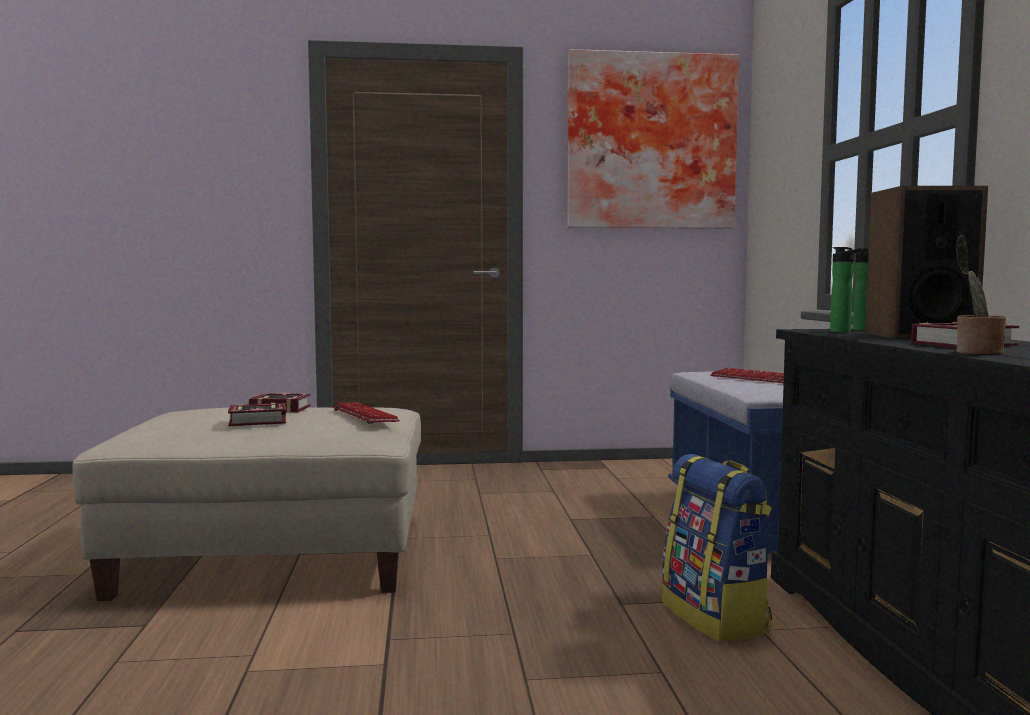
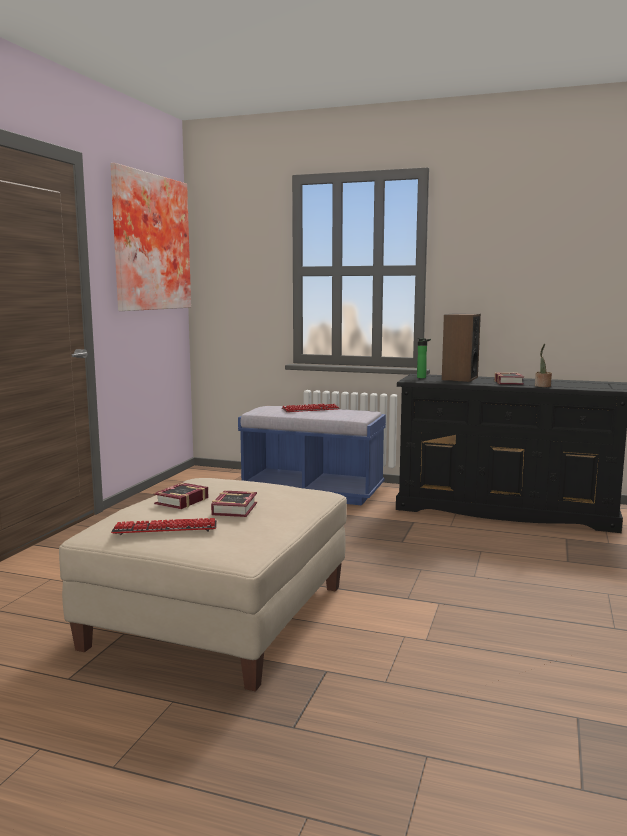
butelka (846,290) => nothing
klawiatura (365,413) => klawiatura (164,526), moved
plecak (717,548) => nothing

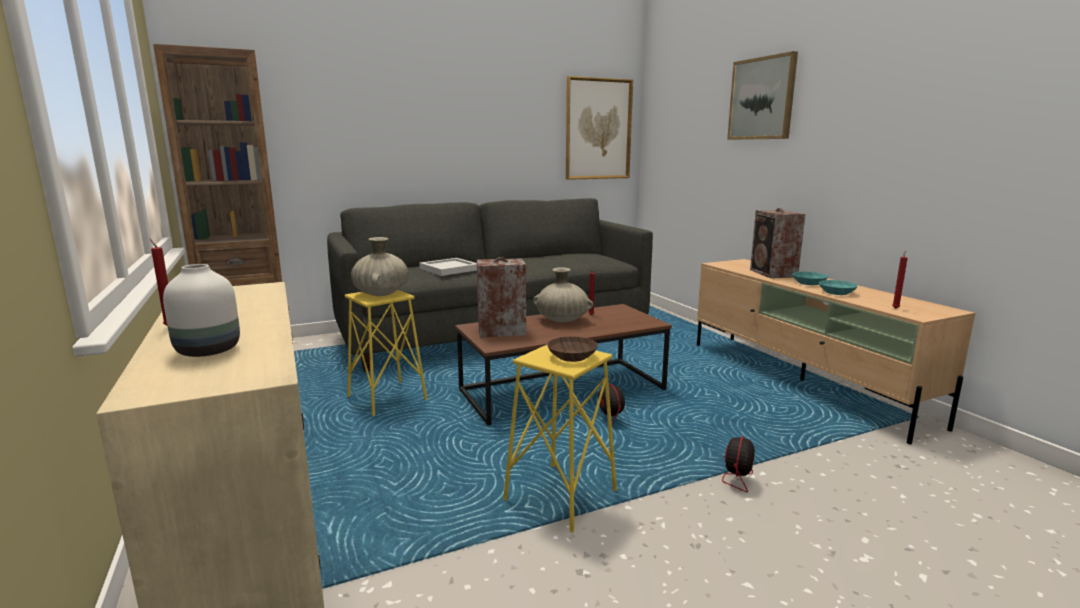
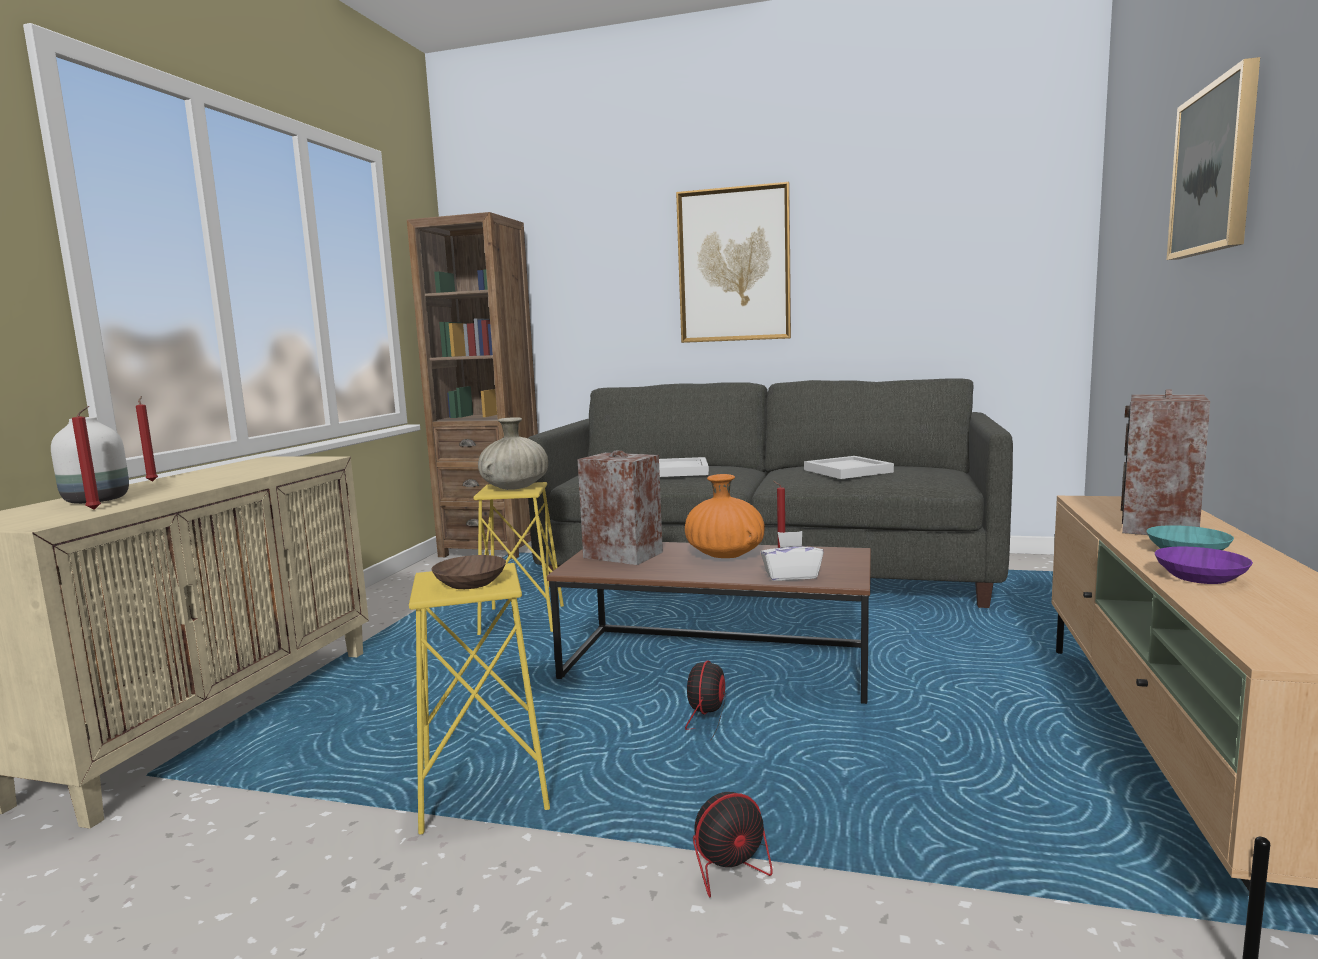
obraz (599,128) => obraz (733,262), moved
świeca/czerwony (899,280) => świeca/czerwony (86,458), moved
wazon/beżowy (563,294) => wazon/pomarańczowy (725,516)
miska/turkusowy (838,287) => miska/fioletowy (1204,565)
nothing => taca/biały (849,467)
nothing => pudełko chusteczek/biały (792,556)

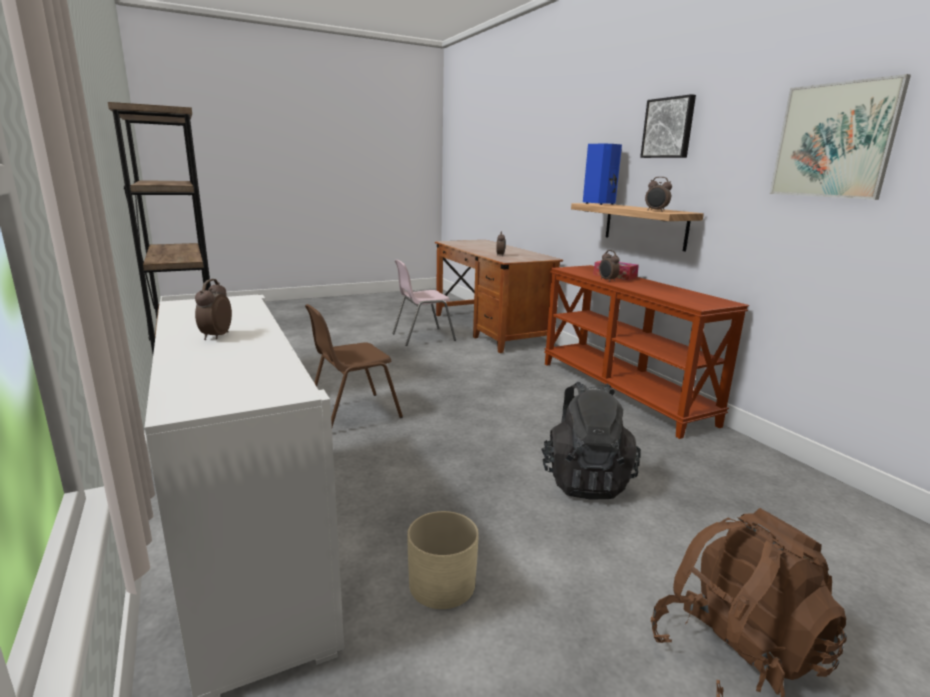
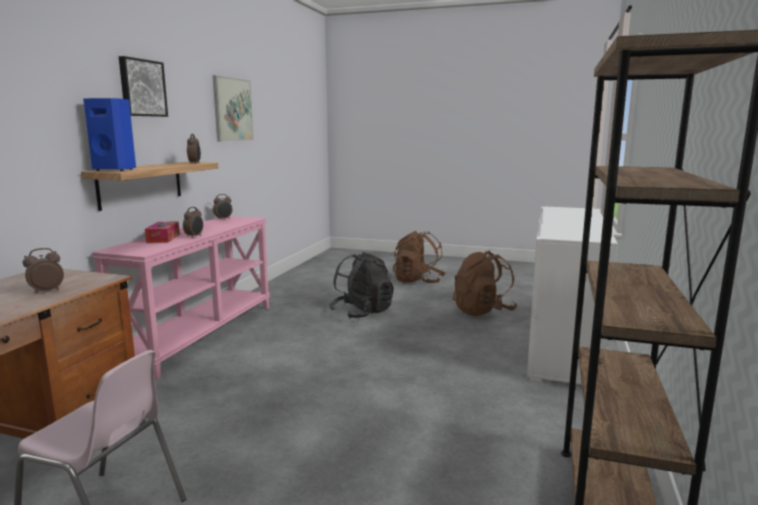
stolik konsolowy/brązowy (646,352) => stolik konsolowy/różowy (180,298)
budzik (213,309) => budzik (222,207), moved
krzesło/brązowy (354,365) => nothing
donica/beżowy (443,560) => plecak/brązowy (485,283)

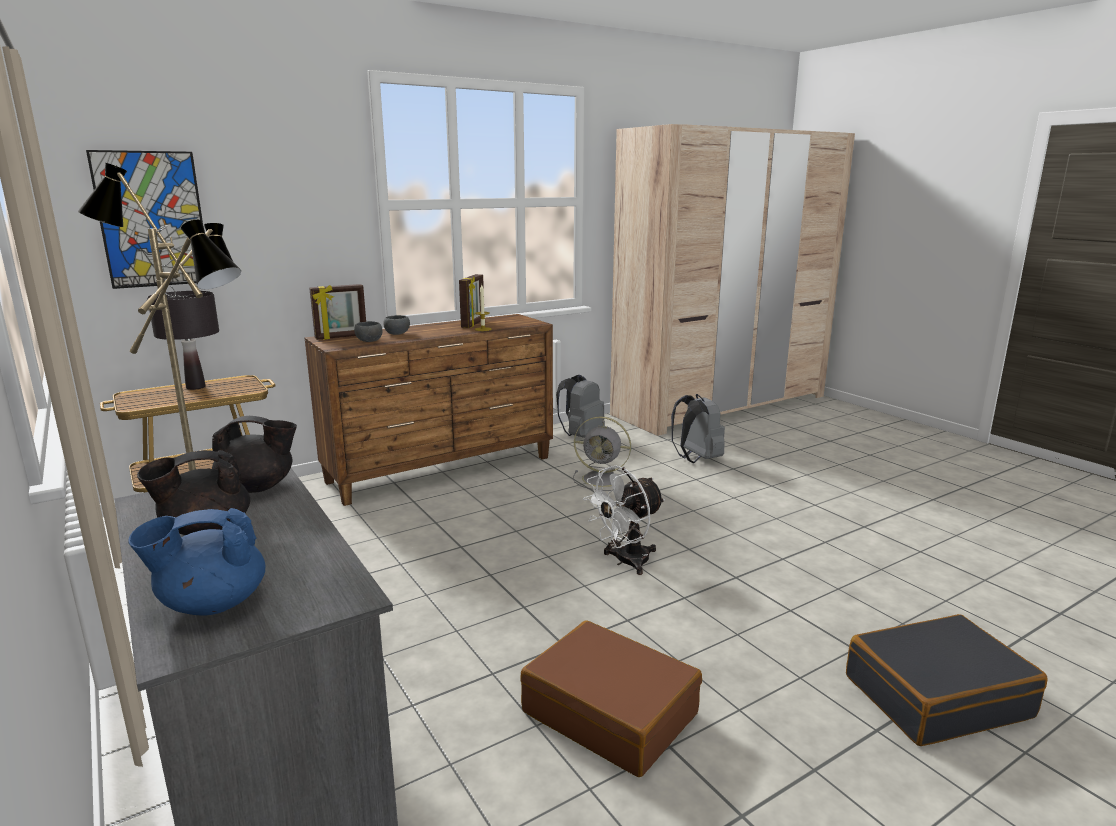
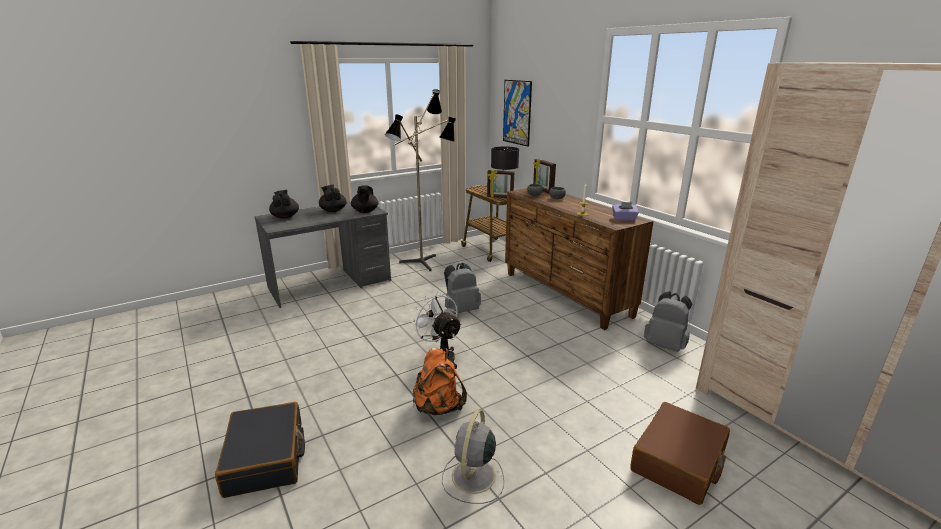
ramka na zdjęcie (471,301) => ramka na zdjęcie (500,184), moved
plecak/szary (698,428) => plecak/szary (462,288), moved
wentylator/szary (602,453) => wentylator/szary (473,457), moved
imbryk/niebieski (196,562) => imbryk/czarny (284,204)
walizka/brązowy (611,698) => walizka/brązowy (680,453), moved
nothing => pudełko chusteczek/fioletowy (625,211)
nothing => plecak/pomarańczowy (440,381)

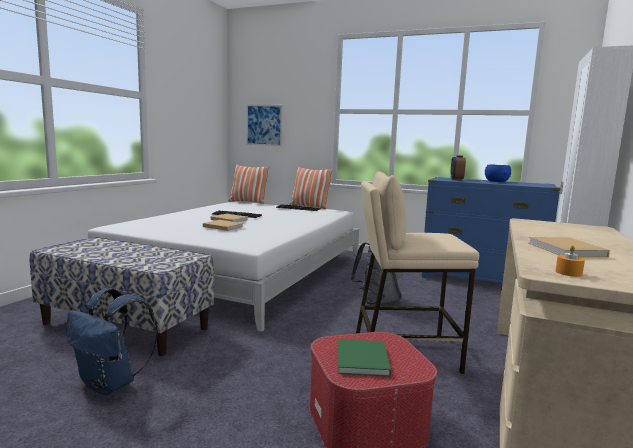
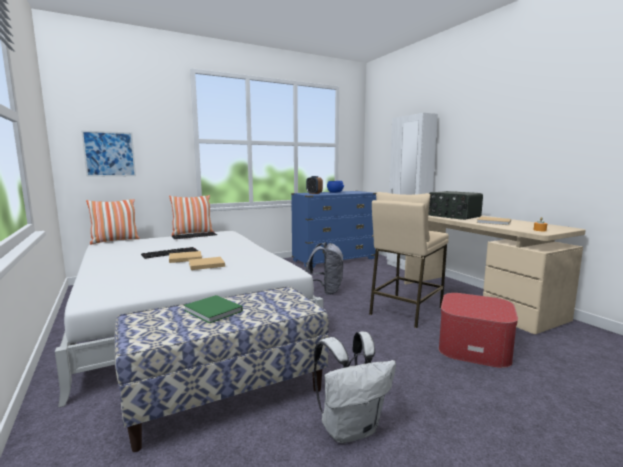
plecak/niebieski (112,341) => plecak/biały (355,387)
książka/zielony (364,358) => książka/zielony (213,309), moved
nothing => radio (455,205)

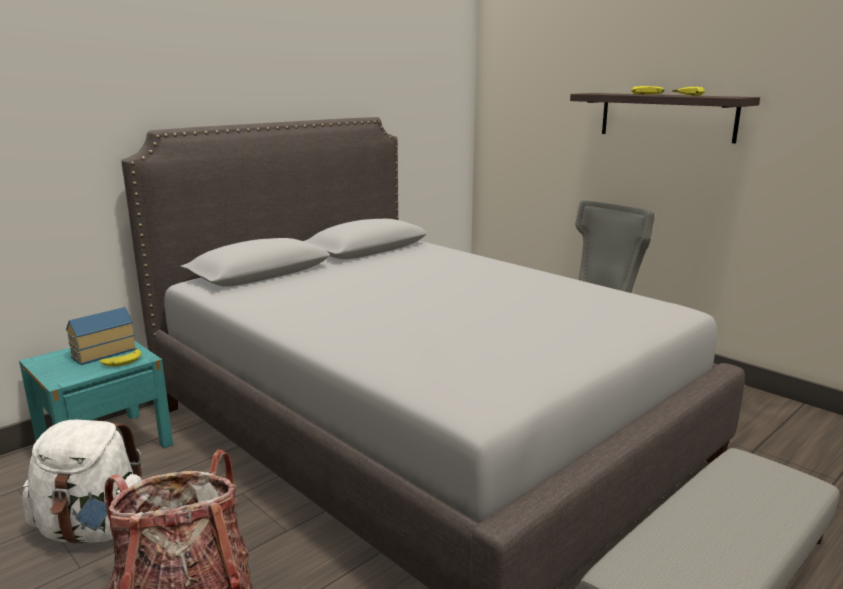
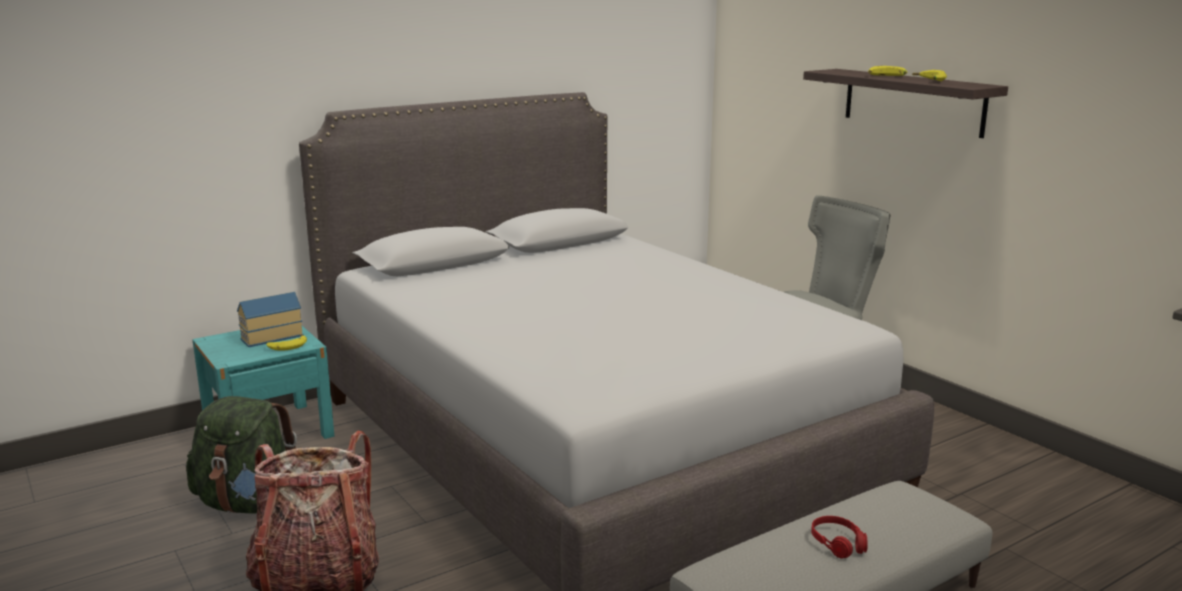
plecak/biały (82,482) => plecak/zielony (241,455)
nothing => słuchawki/czerwony (839,537)

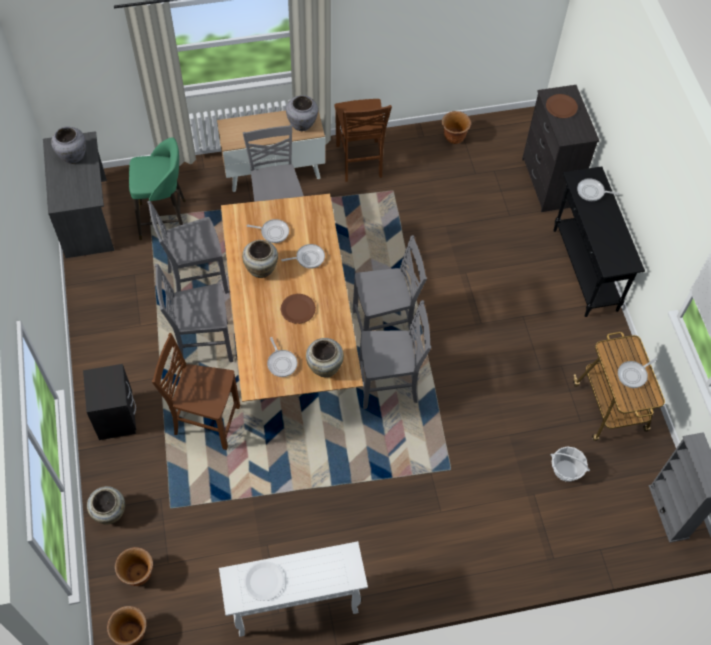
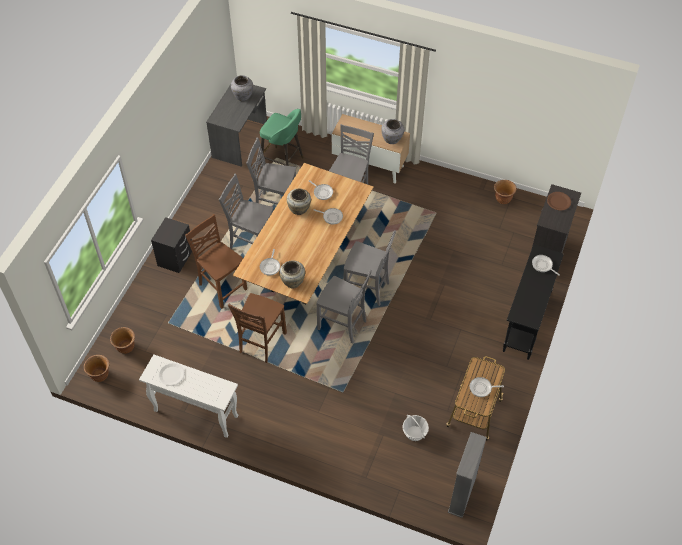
krzesło/brązowy (363,140) => krzesło/brązowy (257,328), moved
talerz/brązowy (298,309) => nothing
wazon/beżowy (106,505) => nothing

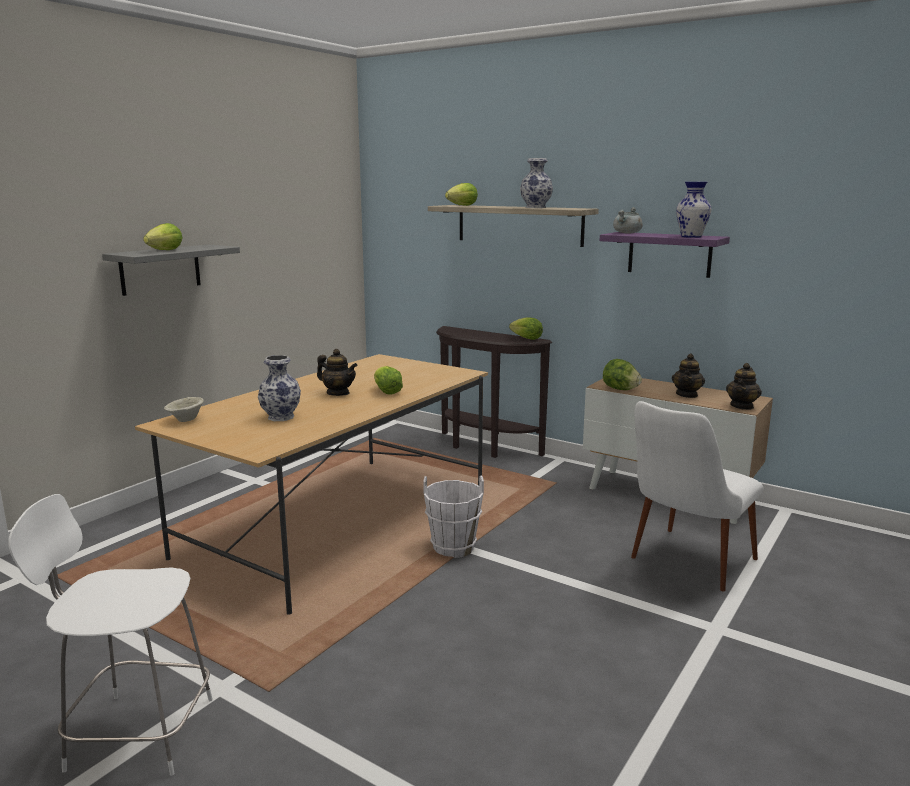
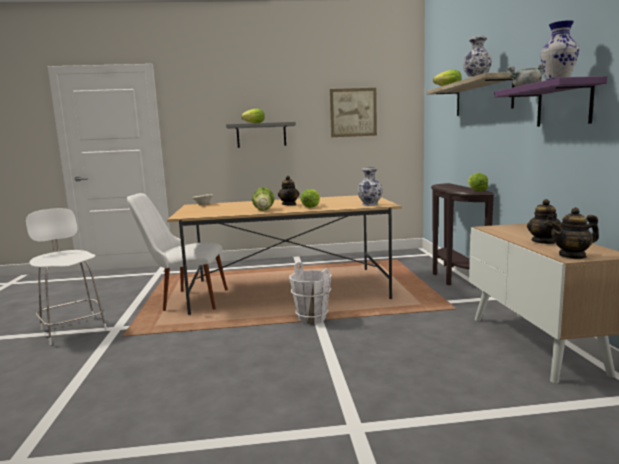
imbryk (688,375) => imbryk (544,221), 60 degrees counterclockwise
wazon (279,388) => wazon (370,186), moved
sałata (622,374) => sałata (263,199), moved
krzesło/biały (697,496) => krzesło/biały (177,252), moved
nothing => obraz (353,112)

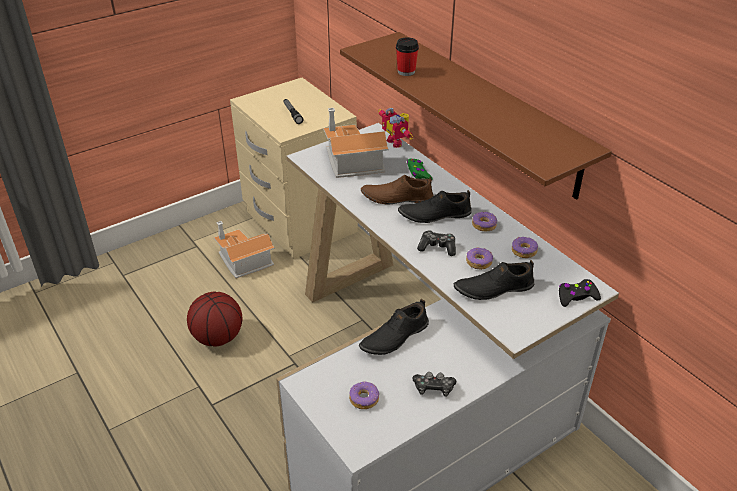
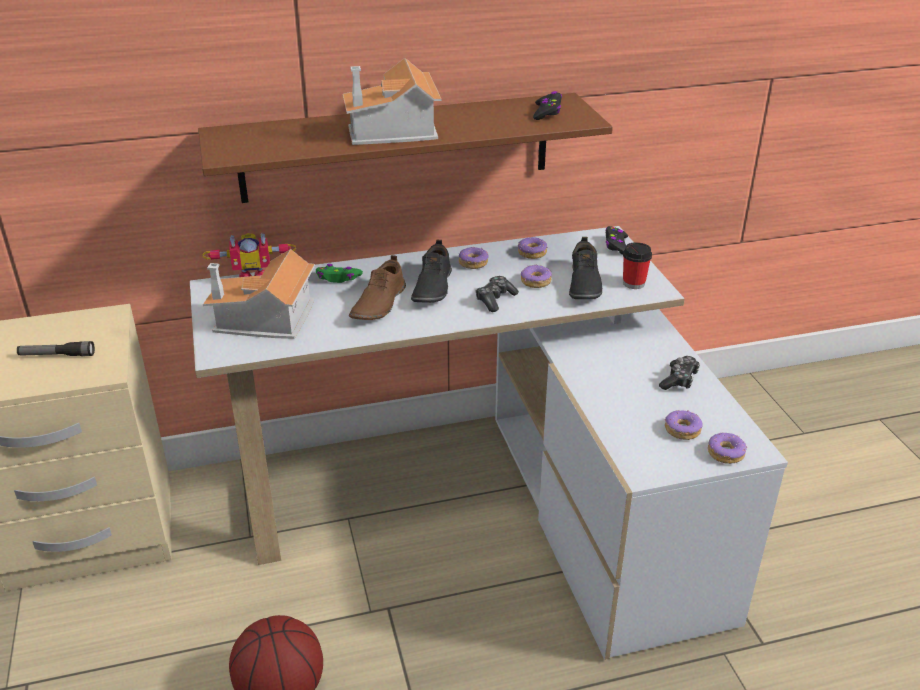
filiżanka (407,56) => filiżanka (637,265), moved
domek (244,249) => domek (392,101), moved
but/czarny (394,327) => nothing
nothing => pad do gier/czarny (547,105)
nothing => donut (727,448)

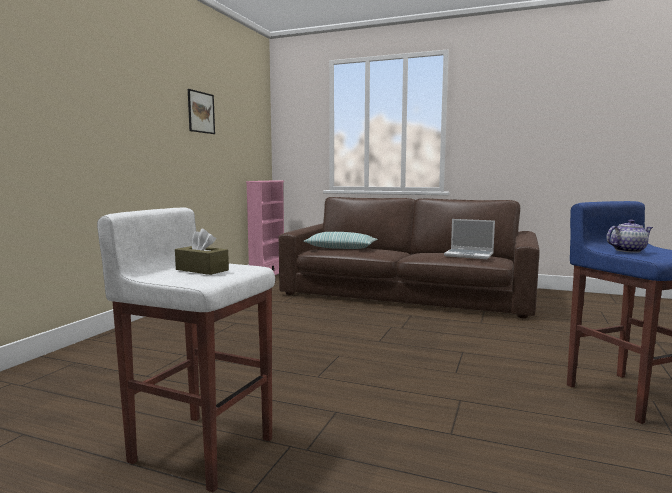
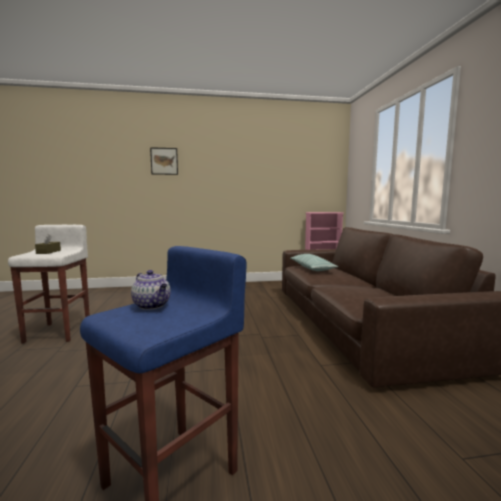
obraz (201,111) => obraz (164,161), moved
laptop (469,239) => nothing

